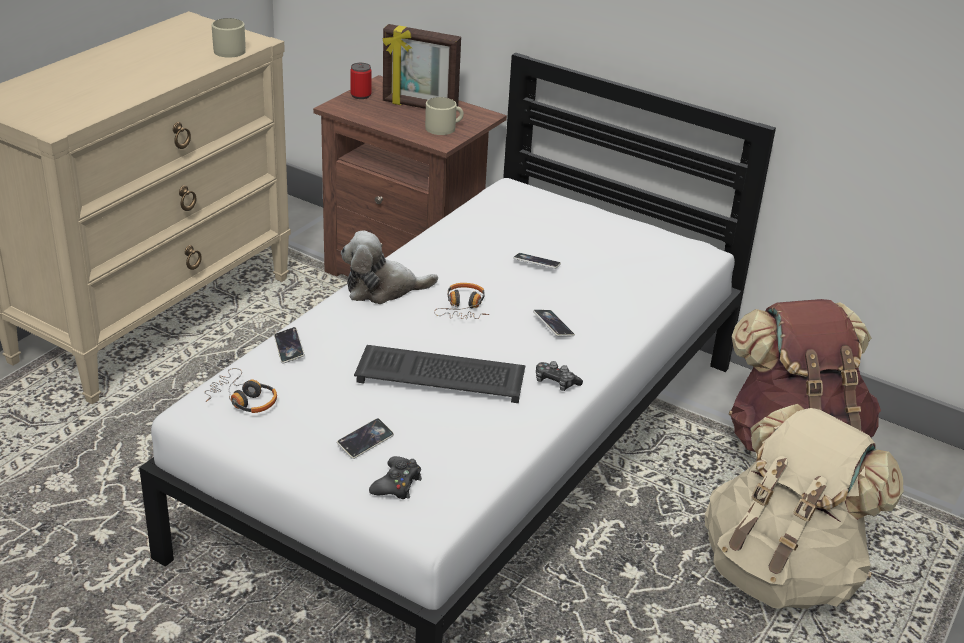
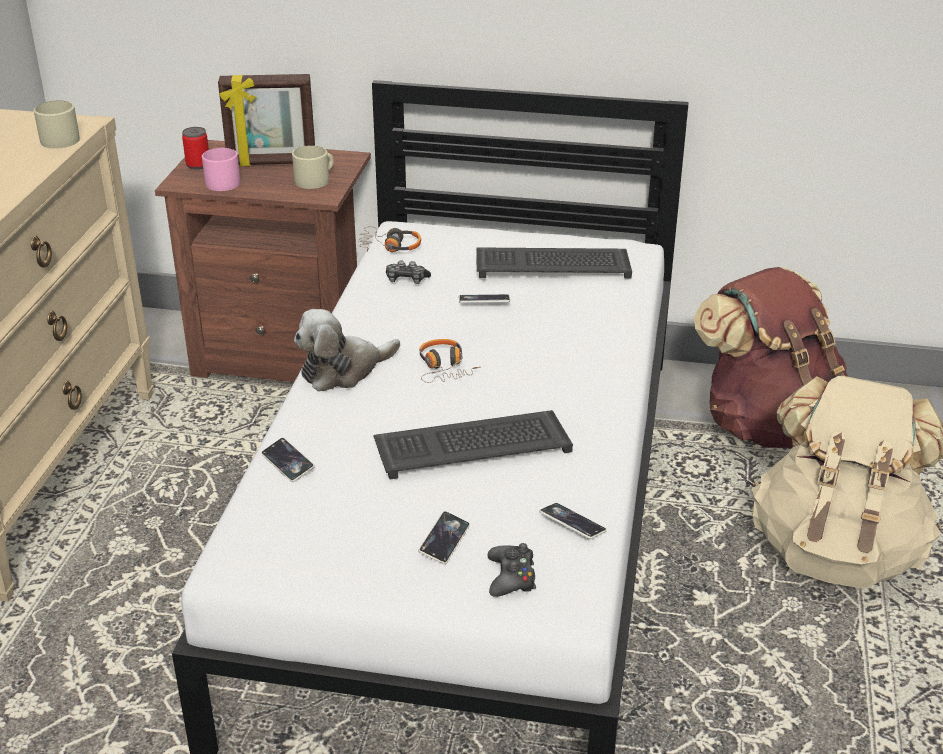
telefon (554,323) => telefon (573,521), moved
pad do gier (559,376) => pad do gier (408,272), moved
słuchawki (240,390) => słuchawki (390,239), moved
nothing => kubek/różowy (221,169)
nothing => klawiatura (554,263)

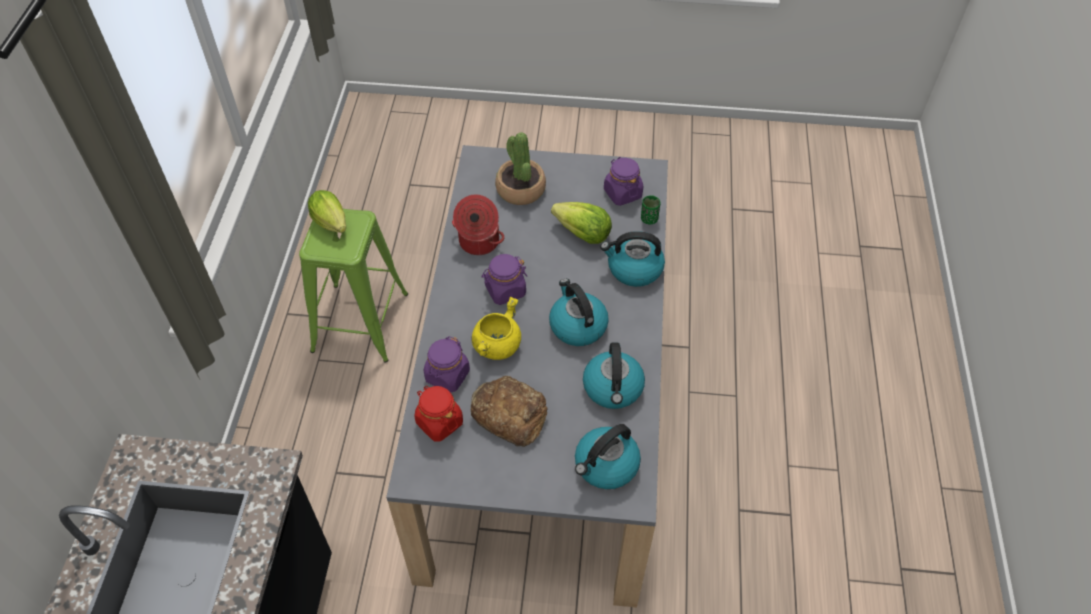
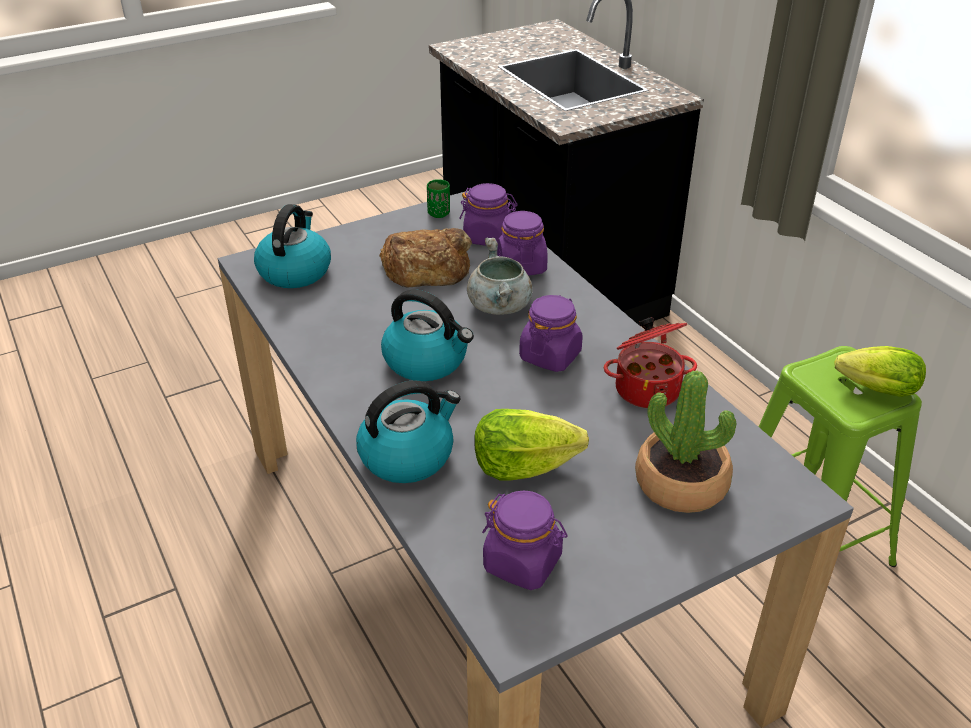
filiżanka/zielony (651,209) => filiżanka/zielony (438,198), moved
garnek/żółty (496,328) => garnek/szary (500,276)
czajnik (614,376) => nothing
słoik/czerwony (439,414) => słoik/fioletowy (488,214)

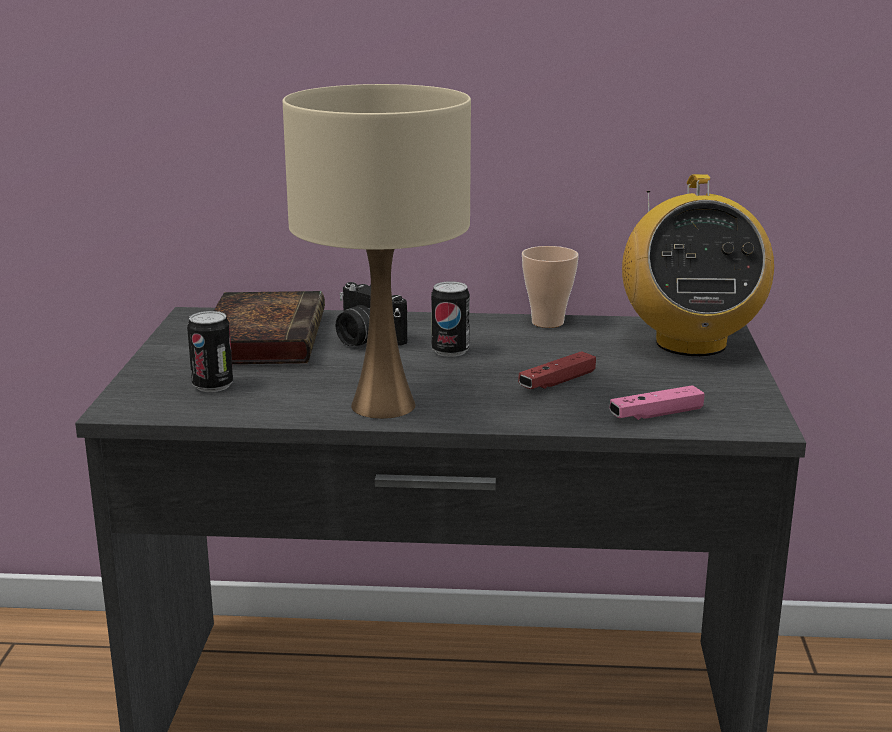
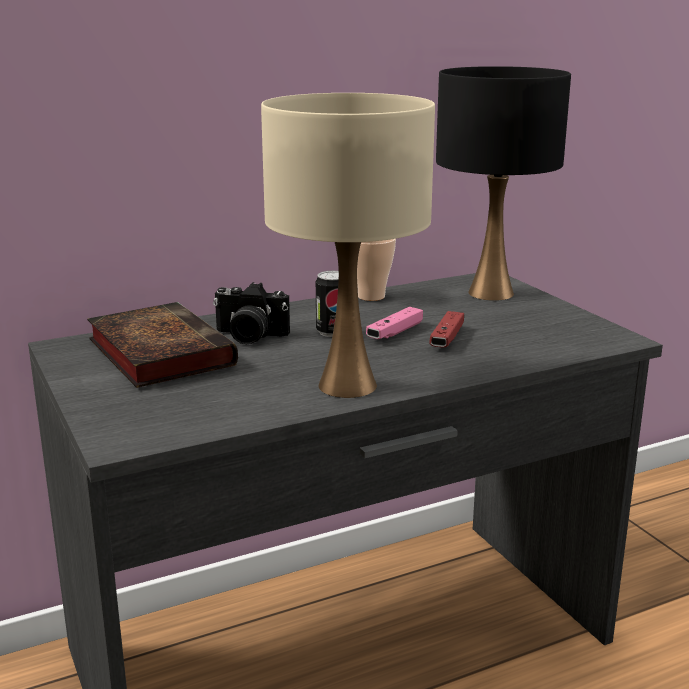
radio (698,265) => lampa stołowa/czarny (503,183)
puszka (210,351) => nothing
pad do gier/różowy (657,402) => pad do gier/różowy (394,323), moved

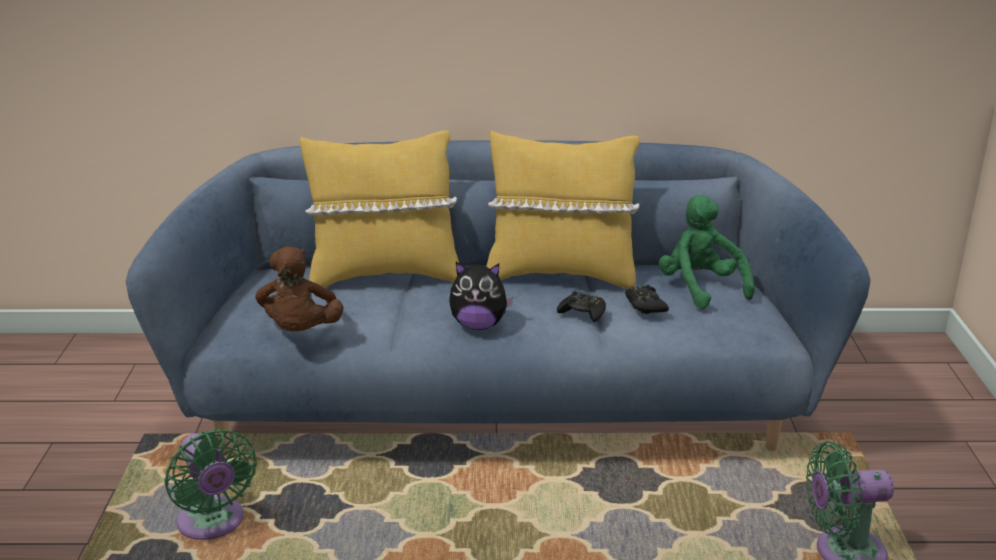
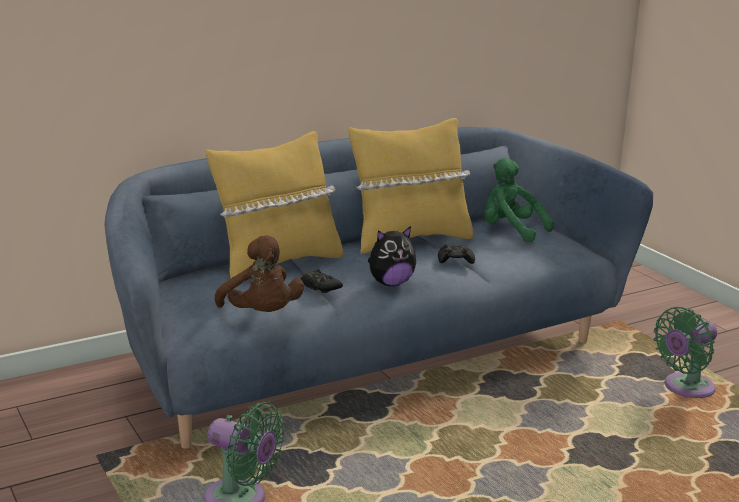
pad do gier/czarny (647,299) => pad do gier/czarny (322,281), moved

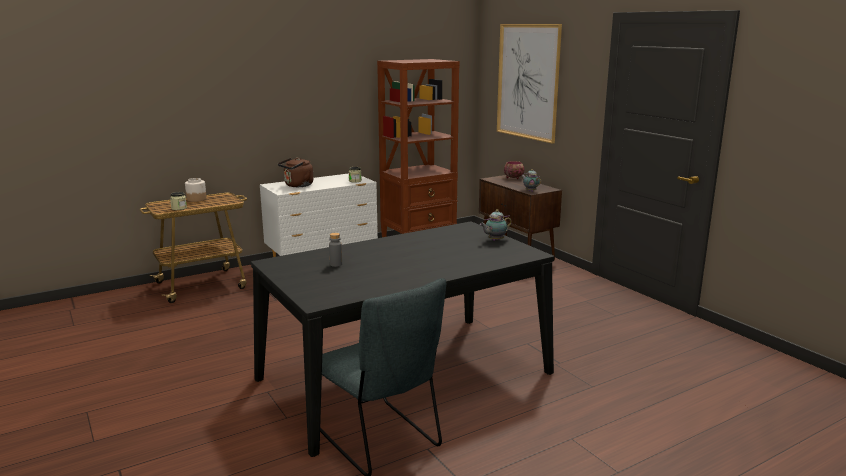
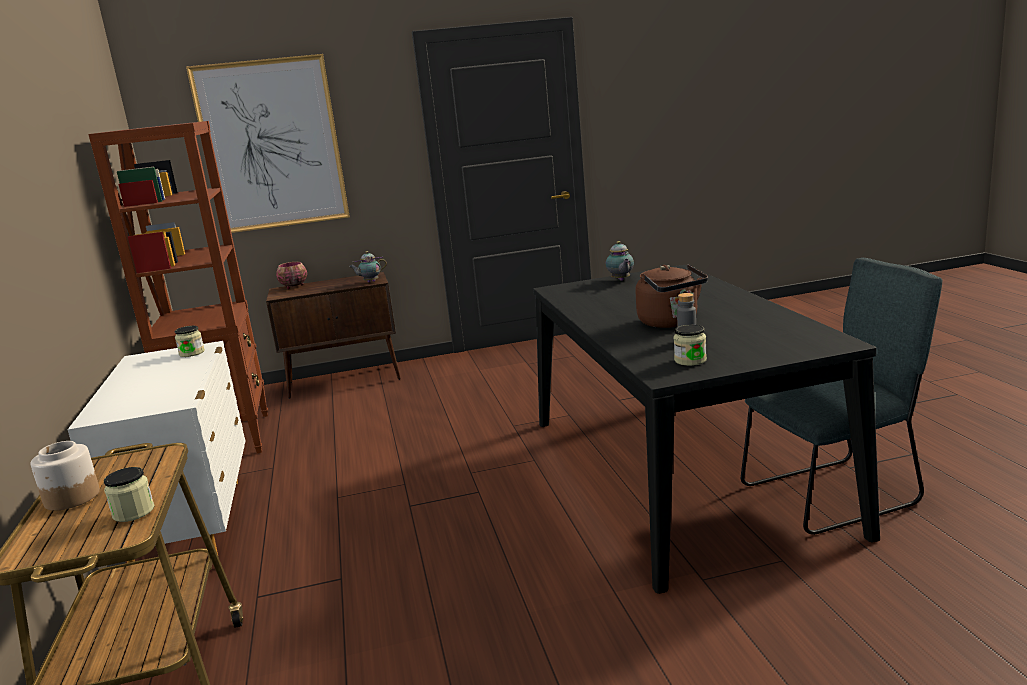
czajnik/brązowy (295,172) => czajnik/brązowy (671,296), moved
nothing => słoik (690,345)

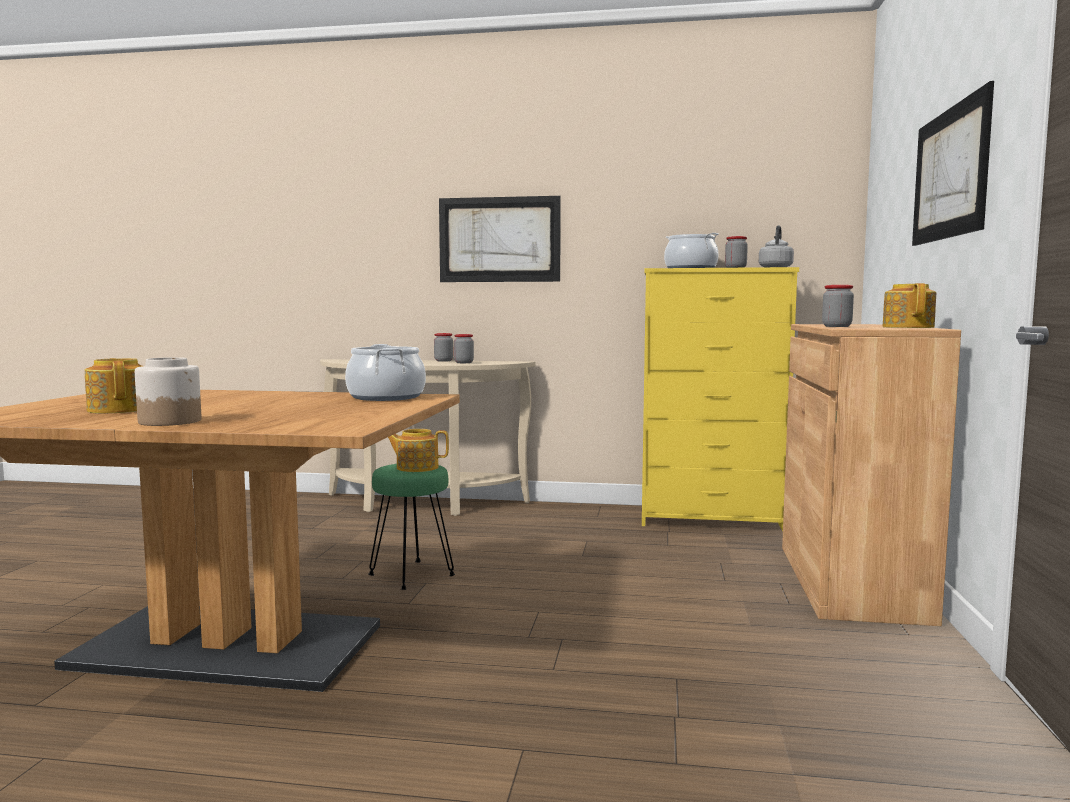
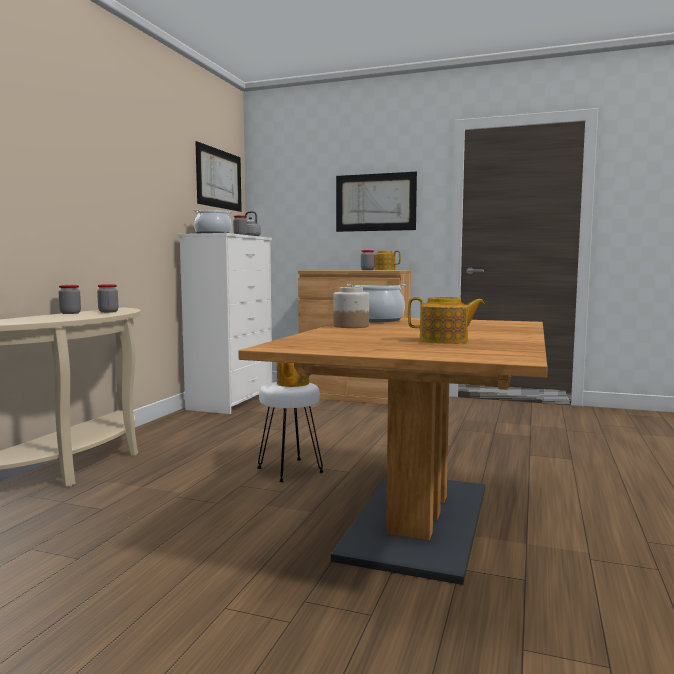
obraz (500,239) => obraz (218,176), moved
komoda/żółty (720,399) => komoda/biały (225,323)
słoik (168,391) => słoik (351,307), moved
imbryk (113,385) => imbryk (446,320), 150 degrees counterclockwise
stołek/zielony (411,527) => stołek/biały (290,432)

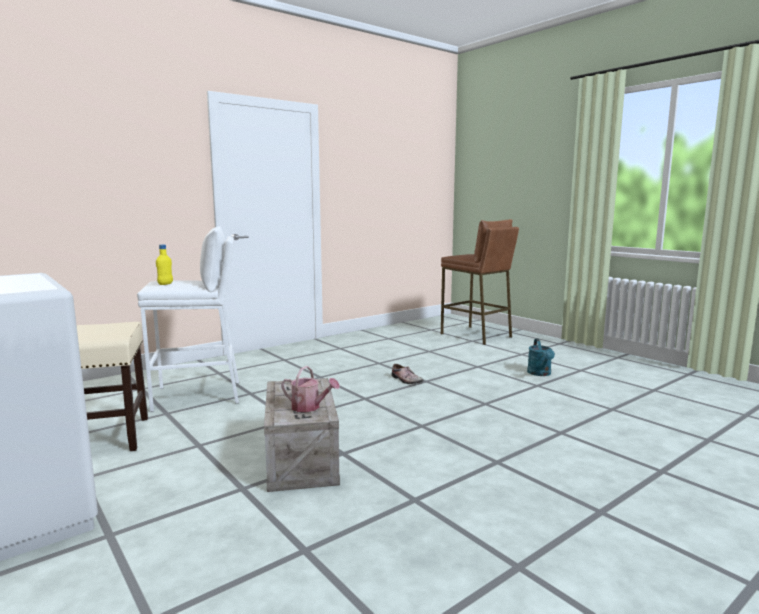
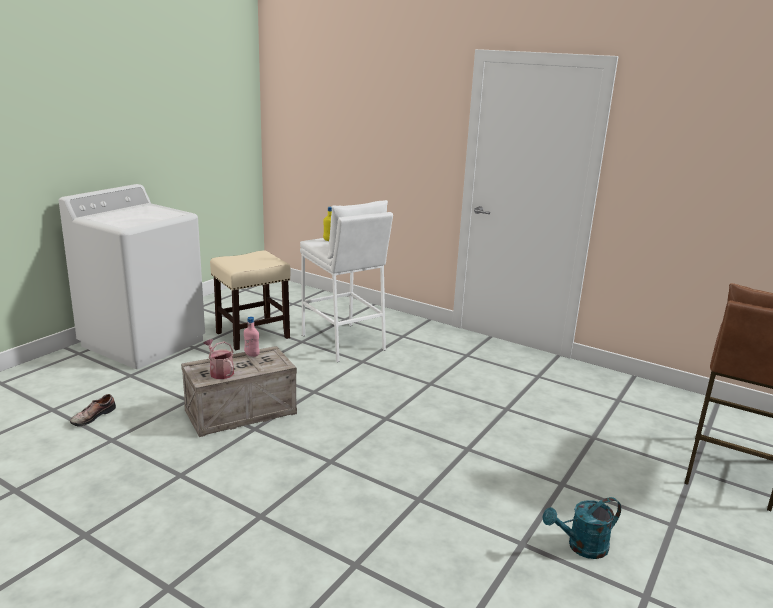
but (408,374) => but (93,410), moved
konewka (310,389) => konewka (219,359), 135 degrees clockwise
nothing => butelka/różowy (252,337)

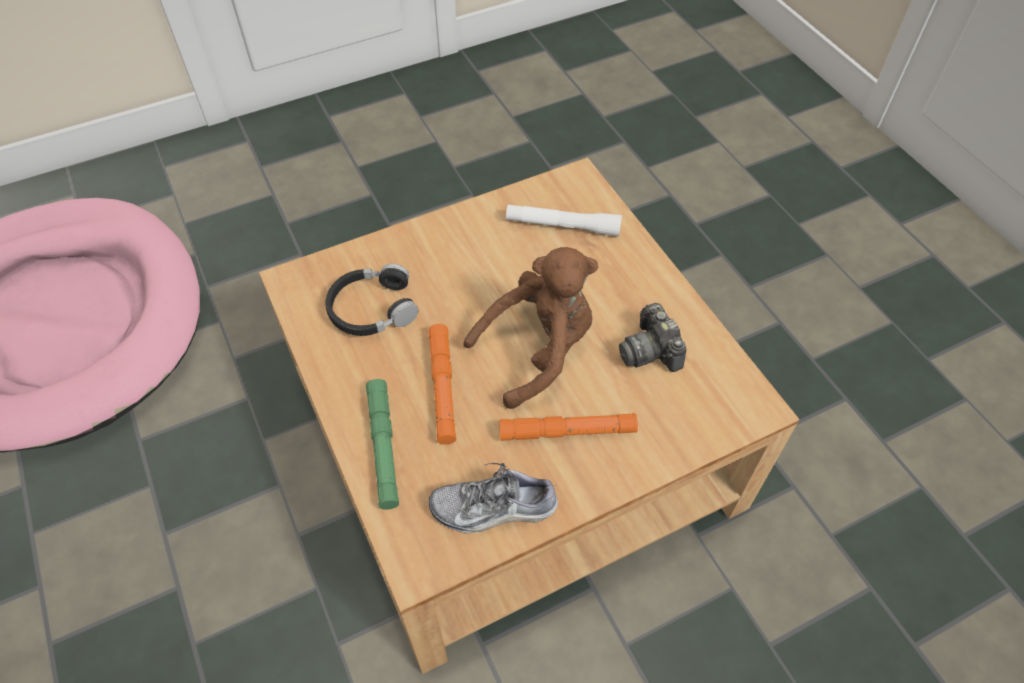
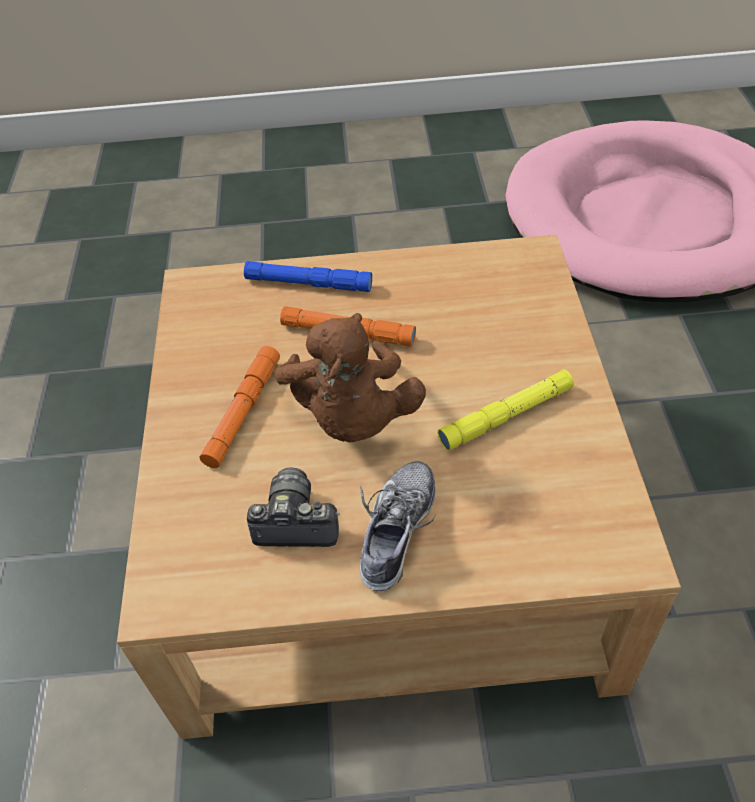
latarka/biały (564,220) => nothing
słuchawki/czarny (371,300) => nothing
latarka/zielony (382,444) => latarka/niebieski (308,276)
but (493,498) => but (398,526), moved
nothing => latarka/żółty (505,410)

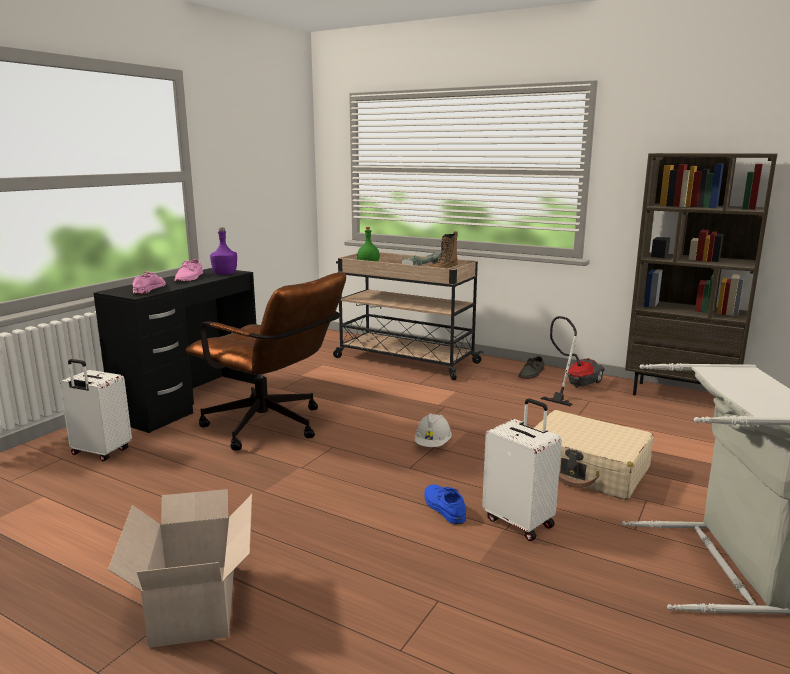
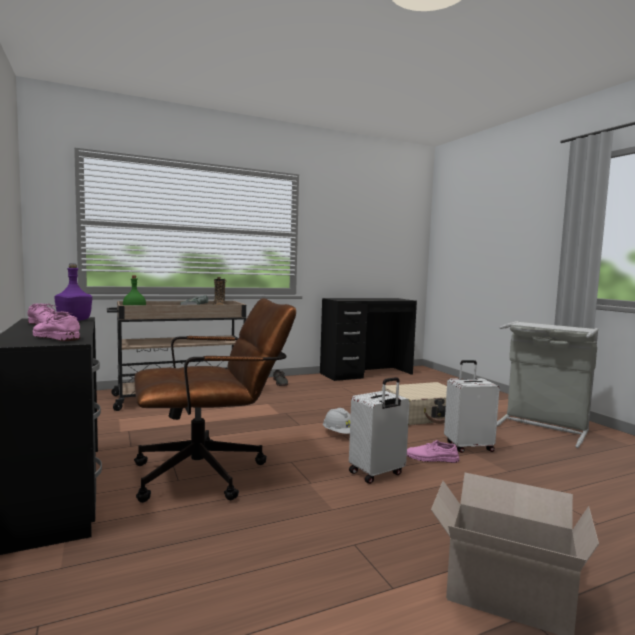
regał/brązowy (701,274) => biurko/czarny (368,339)
odkurzacz (573,361) => nothing
walizka/biały (95,410) => walizka/biały (379,430), moved
but/niebieski (445,504) => but/różowy (433,451)

